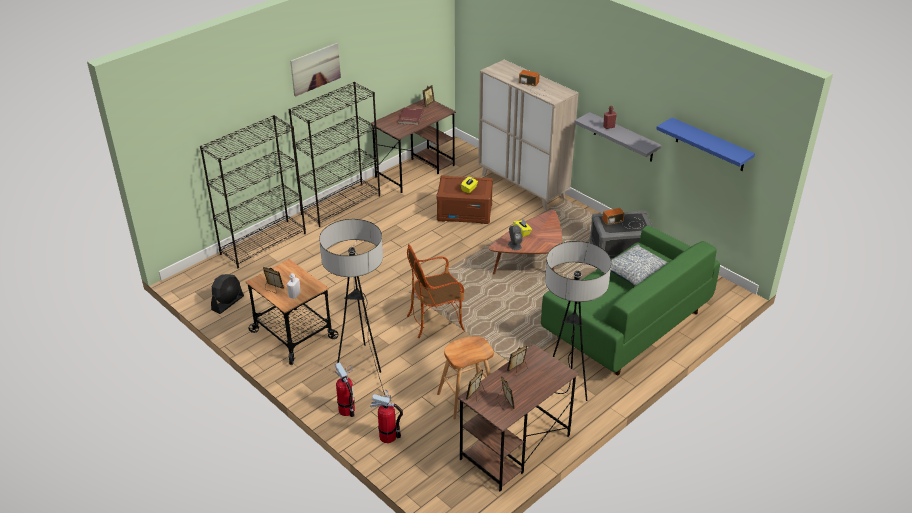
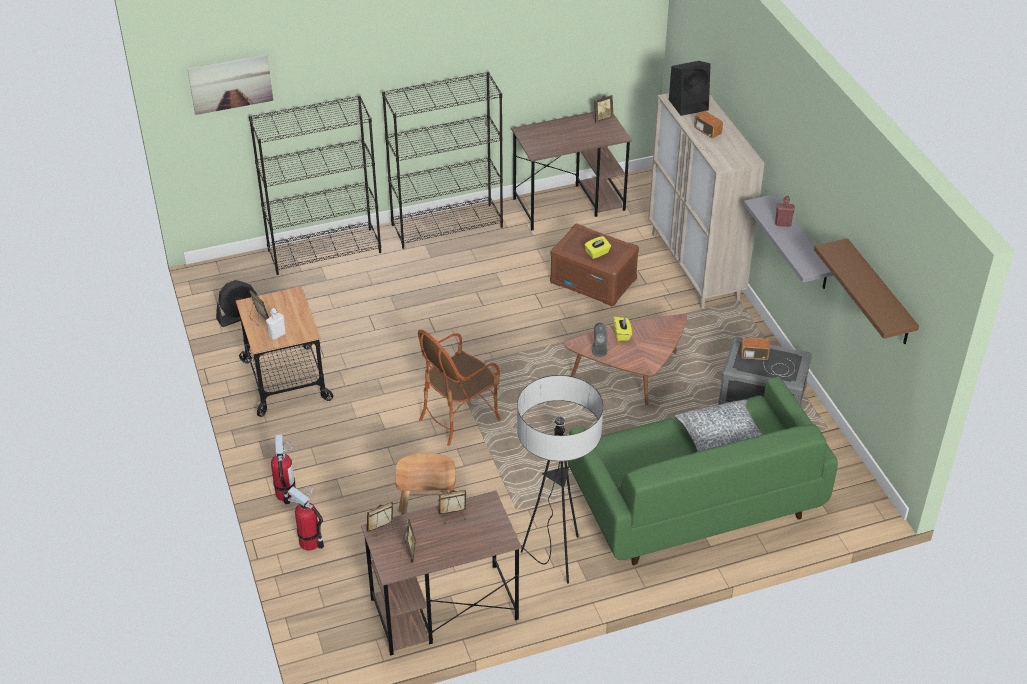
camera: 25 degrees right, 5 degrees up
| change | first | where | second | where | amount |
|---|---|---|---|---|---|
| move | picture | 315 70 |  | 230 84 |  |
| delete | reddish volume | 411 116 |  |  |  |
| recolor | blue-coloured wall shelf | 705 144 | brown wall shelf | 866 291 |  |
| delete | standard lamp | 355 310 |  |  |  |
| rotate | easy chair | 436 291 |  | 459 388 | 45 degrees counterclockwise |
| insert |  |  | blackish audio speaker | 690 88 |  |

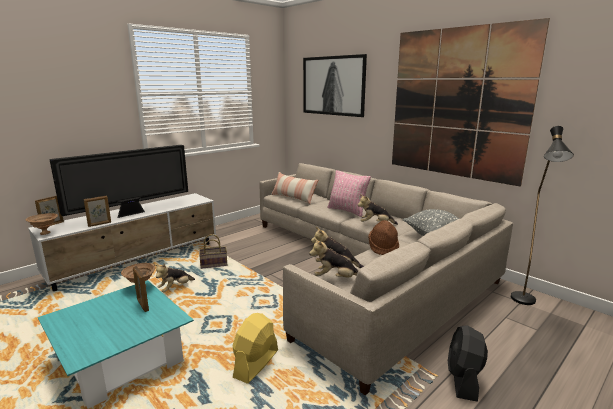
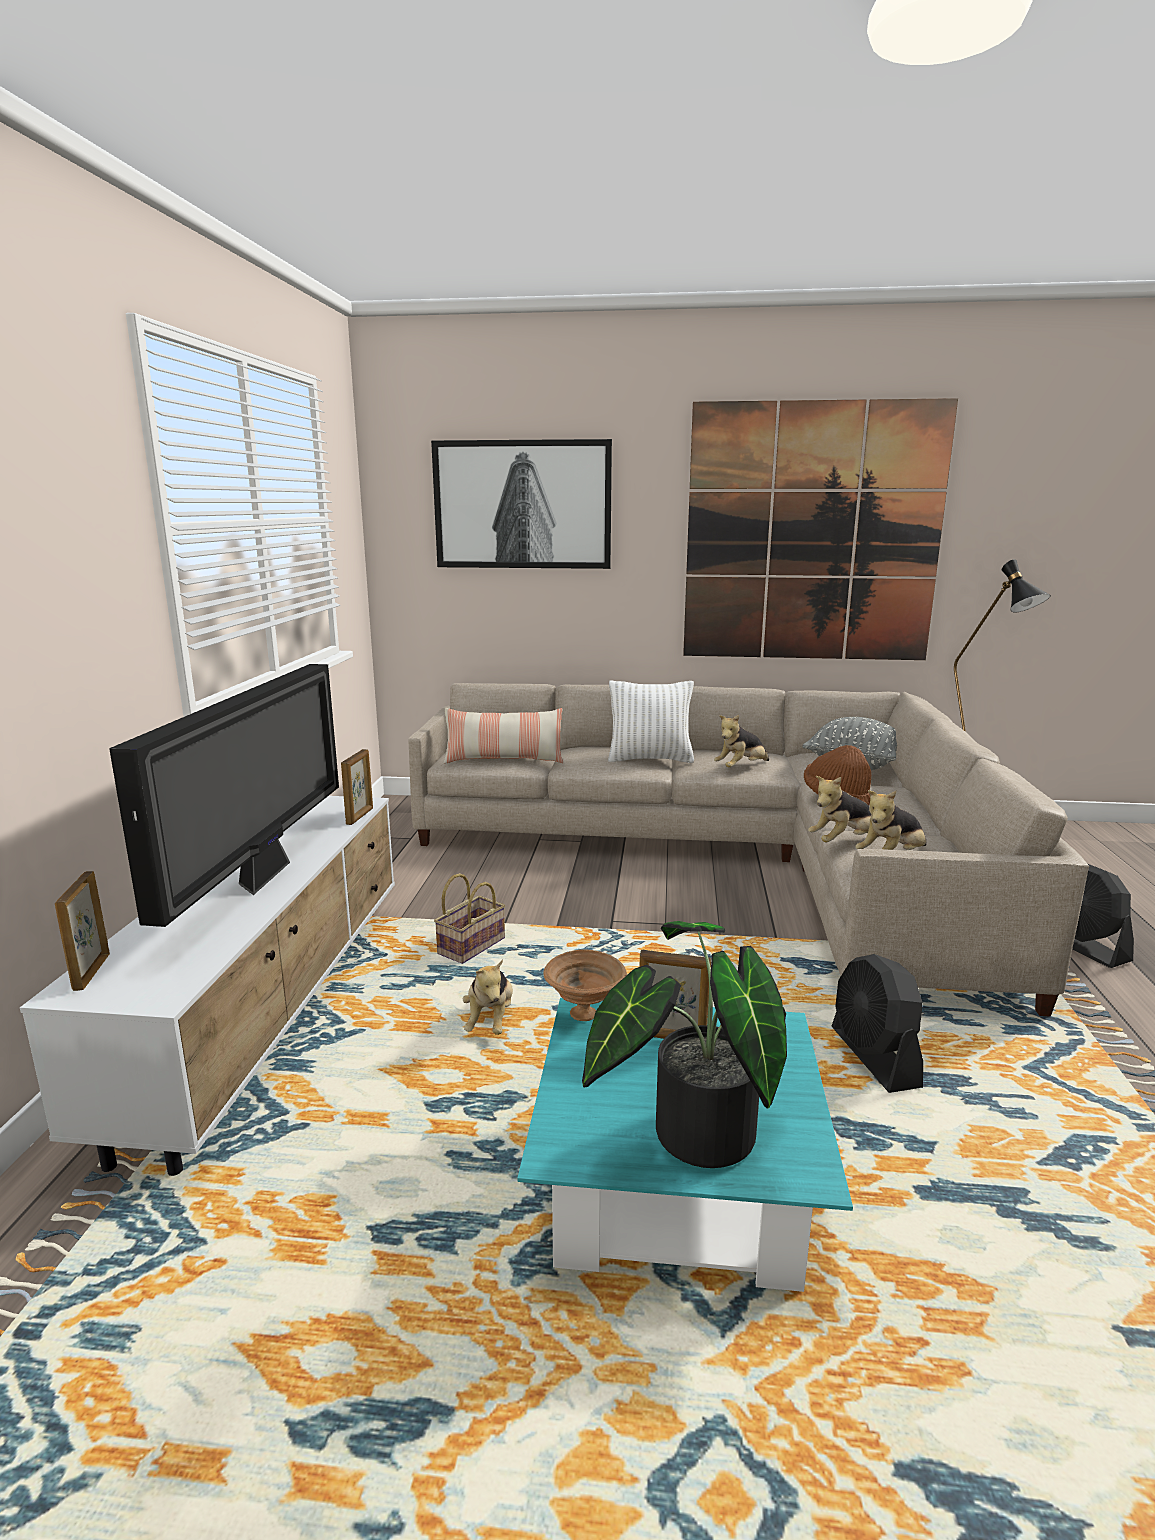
camera: 40 degrees left, 0 degrees up
| change | first | where | second | where | amount |
|---|---|---|---|---|---|
| recolor | pink-coloured cushion | 349 193 | white-coloured cushion | 651 722 |  |
| move | standing frame | 97 211 |  | 357 787 |  |
| delete | brown serving bowl | 42 224 |  |  |  |
| recolor | yellow cooling fan | 255 348 | blackish cooling fan | 877 1023 |  |
| insert |  |  | plant in a pot | 684 1044 |  |

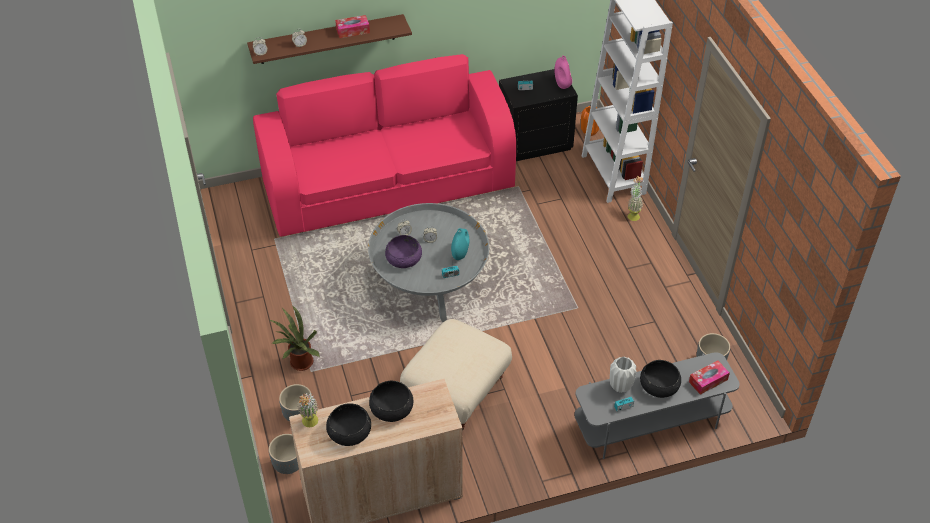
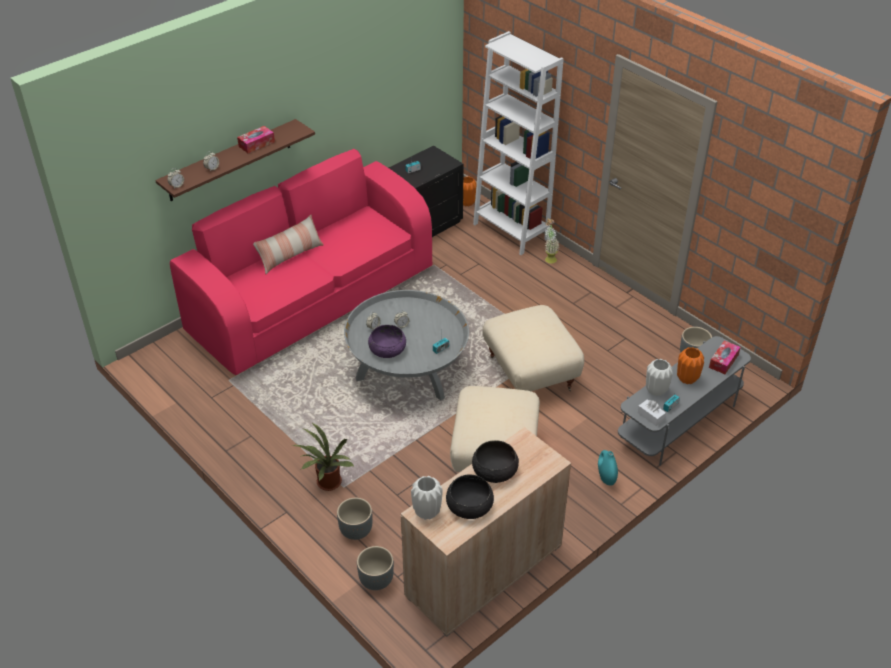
camera: 25 degrees left, 5 degrees down
| change | first | where | second | where | amount |
|---|---|---|---|---|---|
| delete | pink-coloured flower vase | 563 72 |  |  |  |
| move | turquoise-coloured flower vase | 460 244 |  | 608 468 |  |
| replace | blackish serving bowl | 660 379 | orangey flower vase | 690 365 |  |
| replace | plant in a pot | 308 410 | white-coloured flower vase | 427 498 |  |
| insert |  |  | cushion | 288 244 |  |
| insert |  |  | sand-coloured pouffe | 533 348 |  |
| insert |  |  | white-coloured tissue box | 651 412 |  |

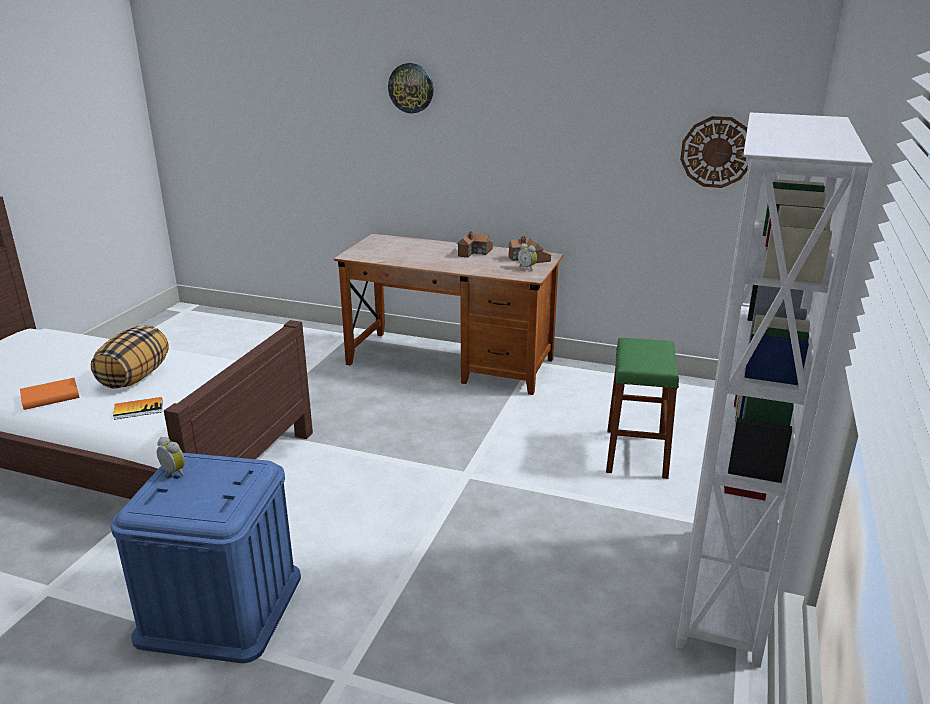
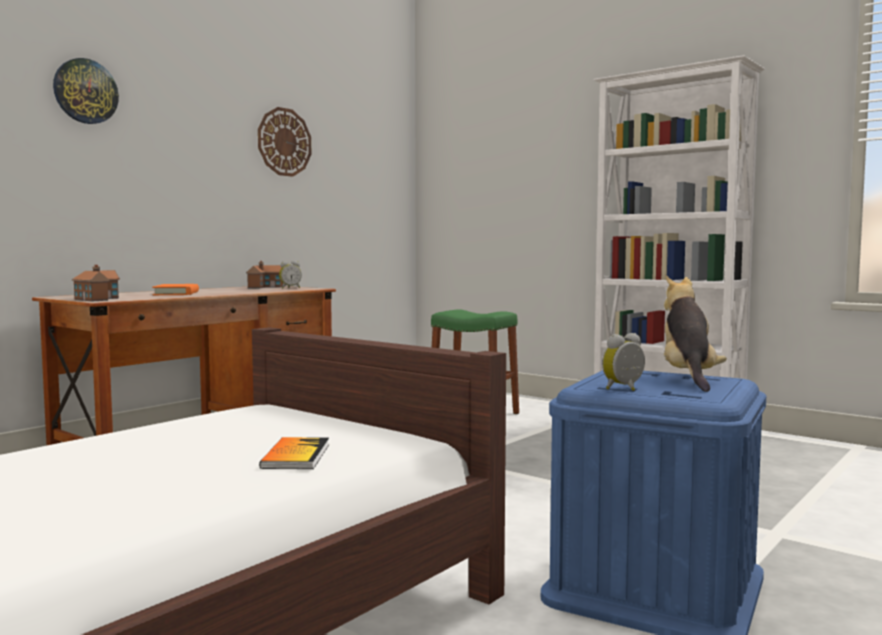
camera: 70 degrees left, 20 degrees down
| change | first | where | second | where | amount |
|---|---|---|---|---|---|
| move | hanging clock | 714 152 |  | 284 142 |  |
| move | miniature house | 475 244 |  | 96 283 |  |
| delete | cushion | 130 357 |  |  |  |
| move | orangey volume | 50 394 |  | 175 289 |  |
| insert |  |  | plush toy | 695 333 |  |

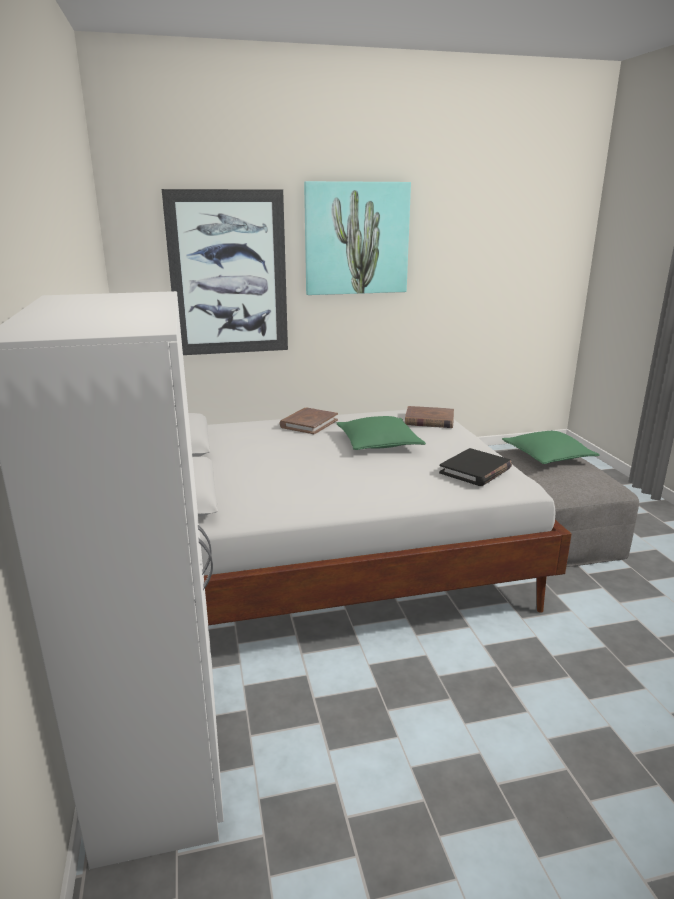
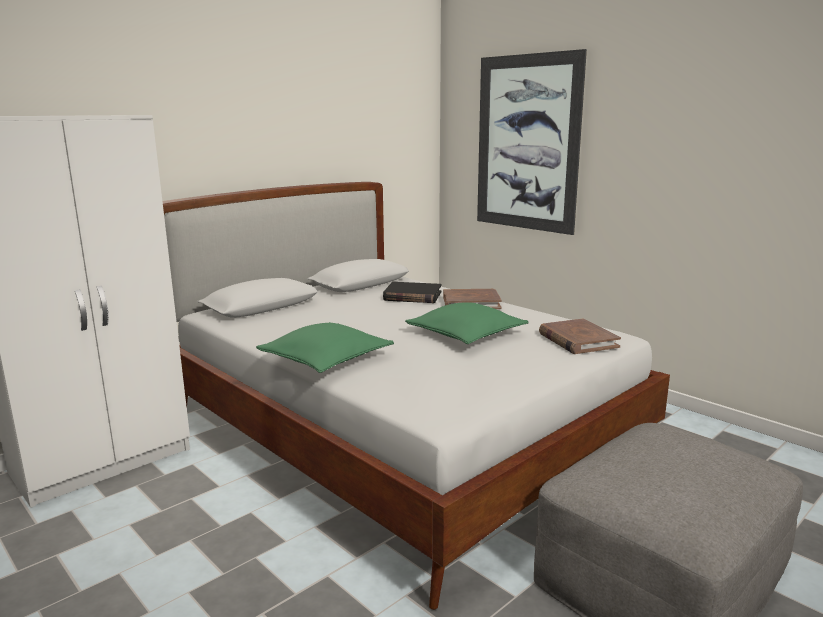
camera: 60 degrees right, 5 degrees down
| change | first | where | second | where | amount |
|---|---|---|---|---|---|
| delete | picture | 357 238 |  |  |  |
| move | green-coloured cushion | 550 447 |  | 325 347 |  |
| move | blackish volume | 475 467 |  | 412 292 |  |

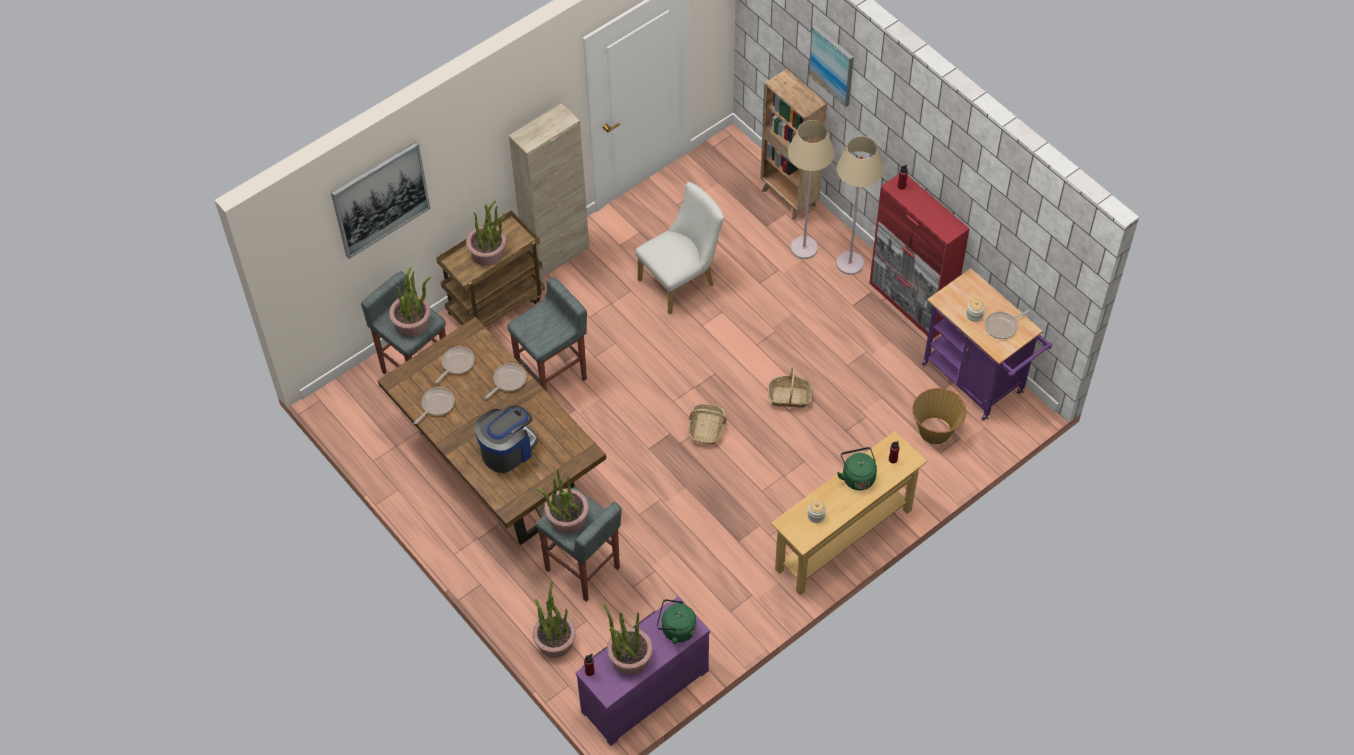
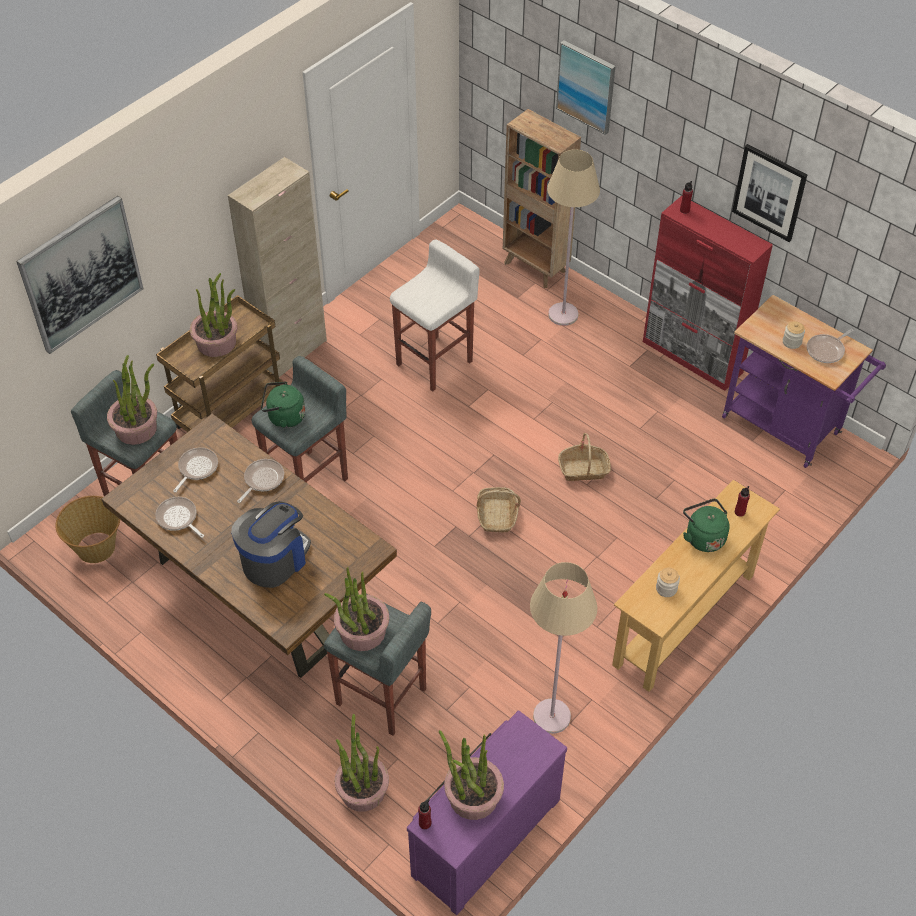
camera: 10 degrees left, 5 degrees down
| change | first | where | second | where | amount |
|---|---|---|---|---|---|
| move | sand-coloured standard lamp | 859 205 |  | 563 648 |  |
| replace | white-coloured plain chair | 679 248 | white-coloured sitting stool | 435 315 |  |
| rotate | pan | 434 405 |  | 179 517 | 75 degrees counterclockwise |
| move | household basket | 939 416 |  | 87 529 |  |
| move | green-coloured kettle | 676 621 |  | 283 405 |  |
| insert |  |  | picture | 769 193 |  |

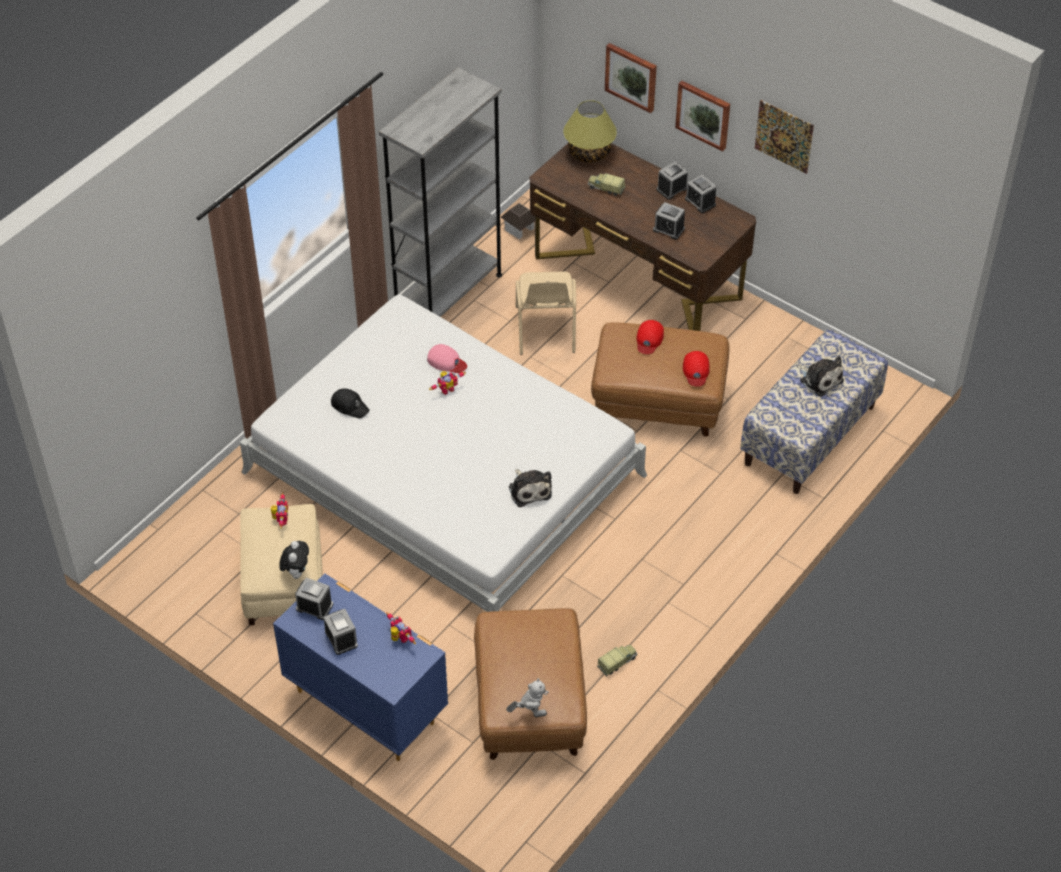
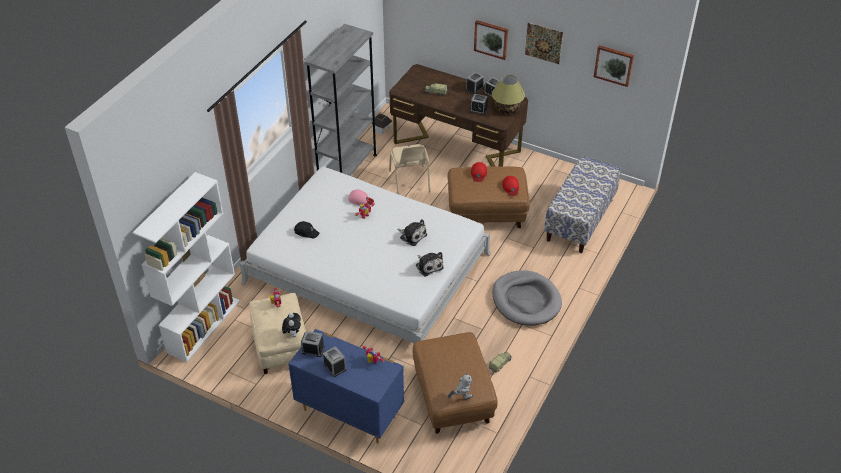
camera: 10 degrees left, 5 degrees down
| change | first | where | second | where | amount |
|---|---|---|---|---|---|
| move | picture | 631 78 |  | 614 66 |  |
| move | table lamp | 590 131 |  | 508 94 |  |
| move | plush toy | 820 376 |  | 412 232 |  |
| insert |  |  | white-coloured shelving unit | 186 267 |  |
| insert |  |  | gray dog cushion | 527 298 |  |

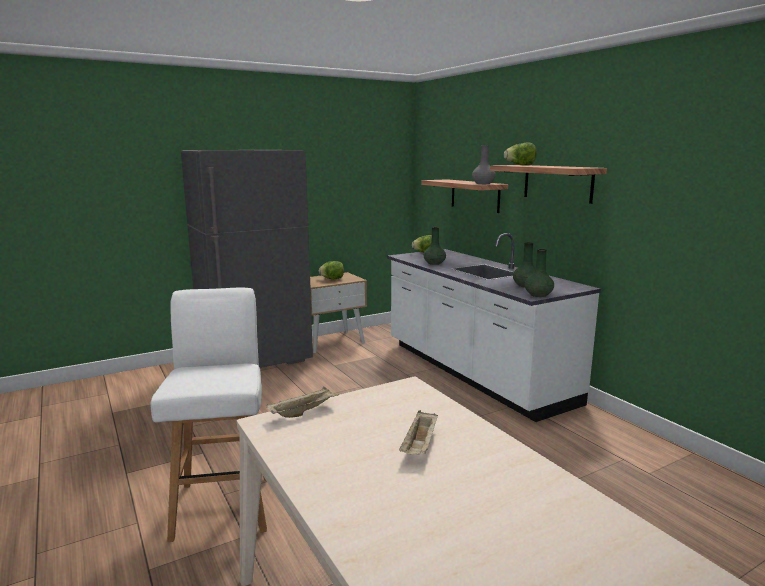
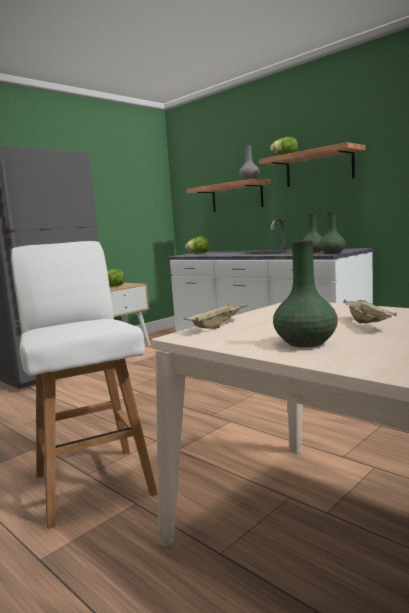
camera: 15 degrees left, 5 degrees down
| change | first | where | second | where | amount |
|---|---|---|---|---|---|
| move | green-coloured flower vase | 435 246 |  | 305 294 |  |

